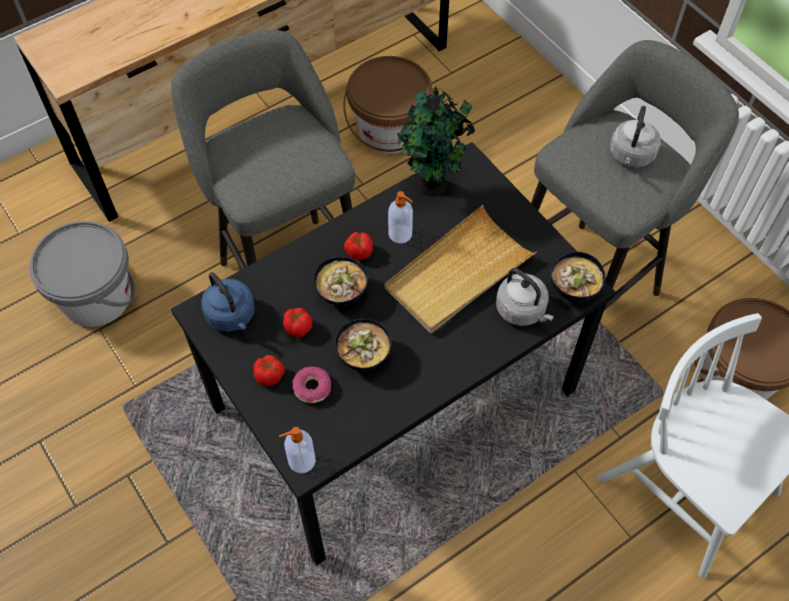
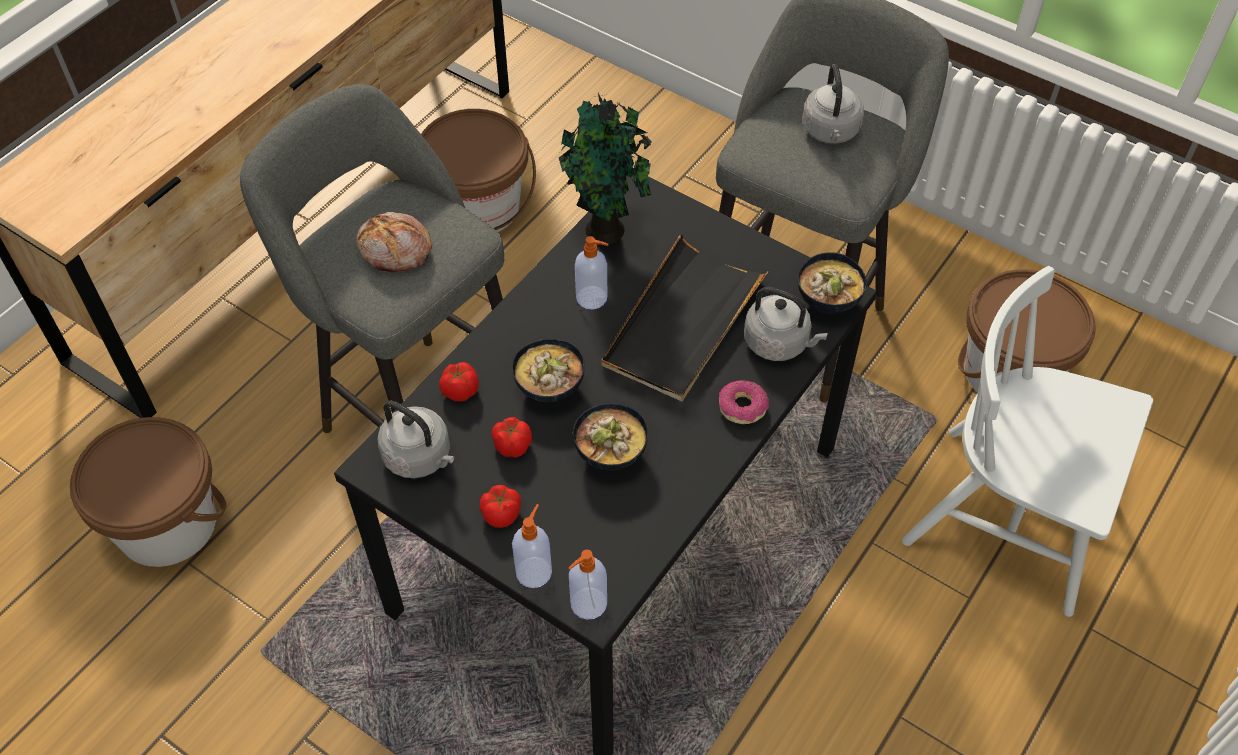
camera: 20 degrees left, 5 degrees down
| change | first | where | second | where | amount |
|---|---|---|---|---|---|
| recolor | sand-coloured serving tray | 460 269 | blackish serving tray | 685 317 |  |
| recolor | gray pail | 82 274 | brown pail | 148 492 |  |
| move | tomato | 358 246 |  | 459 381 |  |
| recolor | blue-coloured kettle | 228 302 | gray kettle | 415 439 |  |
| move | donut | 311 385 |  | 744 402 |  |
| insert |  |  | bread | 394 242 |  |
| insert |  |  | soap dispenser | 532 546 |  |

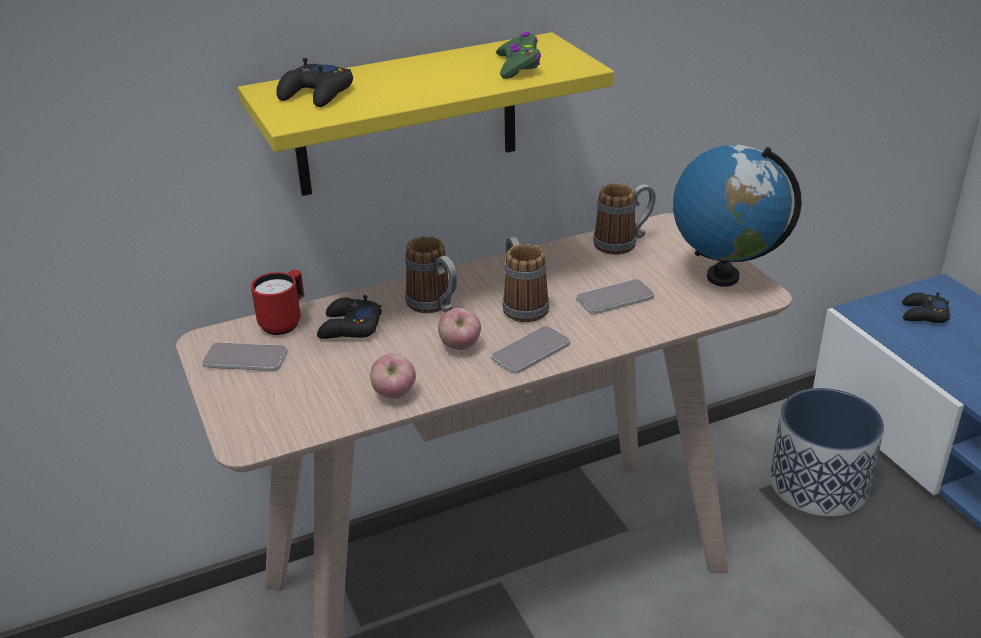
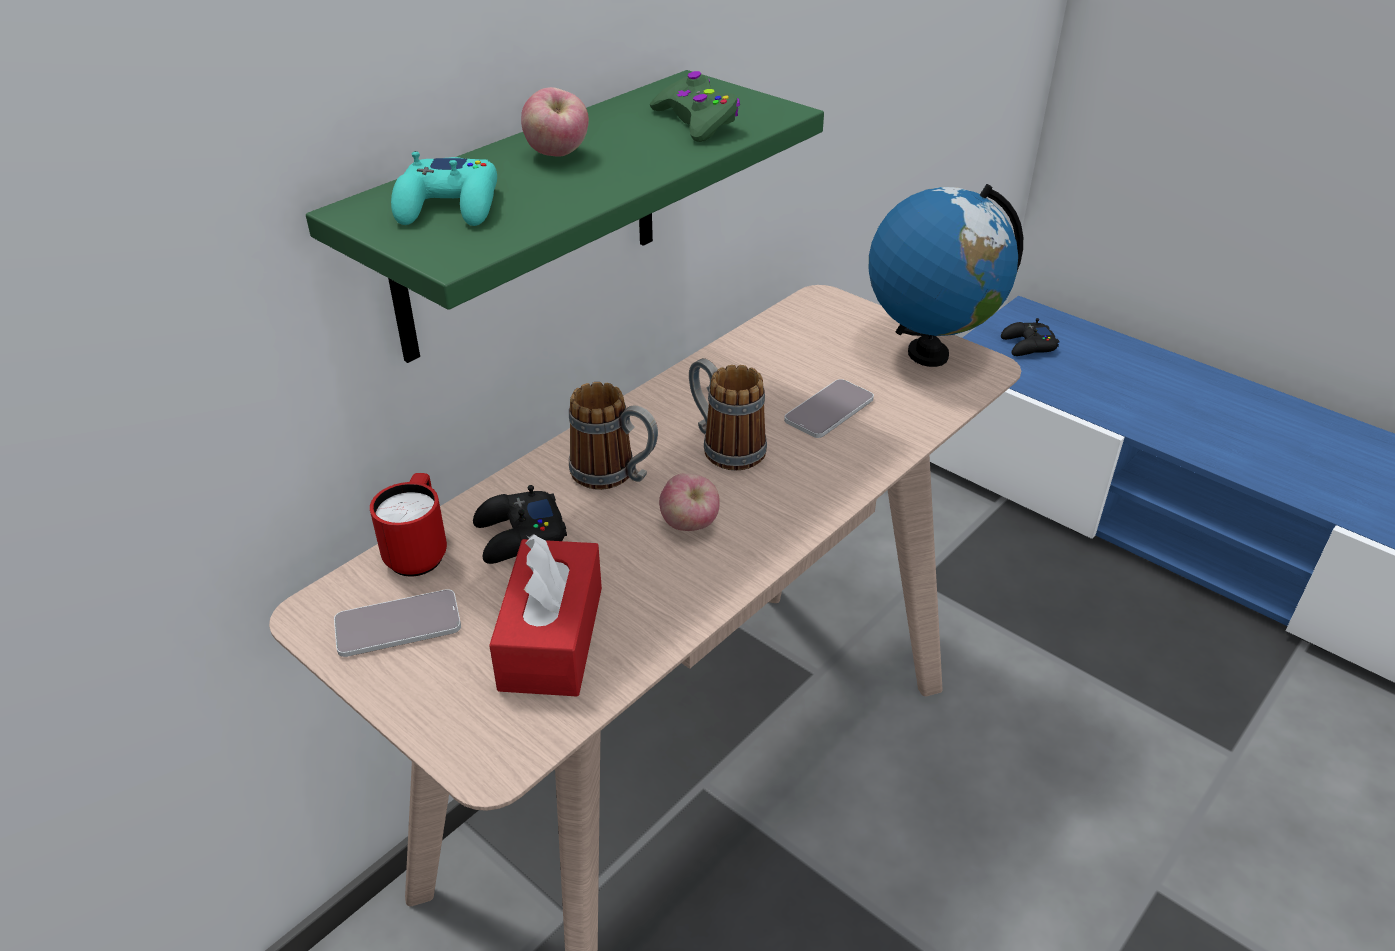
camera: 25 degrees left, 5 degrees up
| change | first | where | second | where | amount |
|---|---|---|---|---|---|
| recolor | yellow wall shelf | 426 114 | green-coloured wall shelf | 565 216 |  |
| recolor | blackish gamepad | 314 82 | turquoise-coloured gamepad | 444 188 |  |
| delete | mug | 624 219 |  |  |  |
| delete | telephone | 530 350 |  |  |  |
| move | whole apple | 393 376 |  | 555 122 |  |
| delete | planter | 827 452 |  |  |  |
| insert |  |  | reddish tissue box | 545 615 |  |

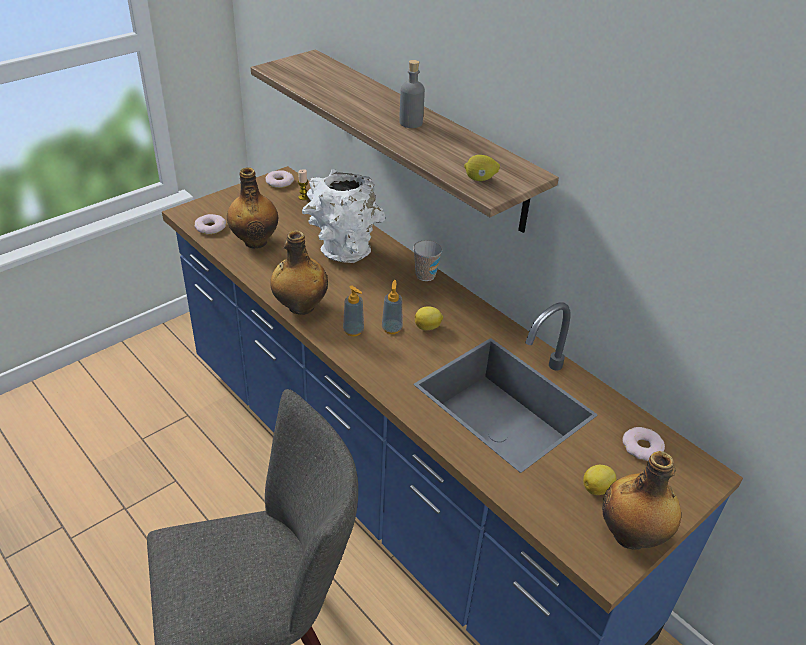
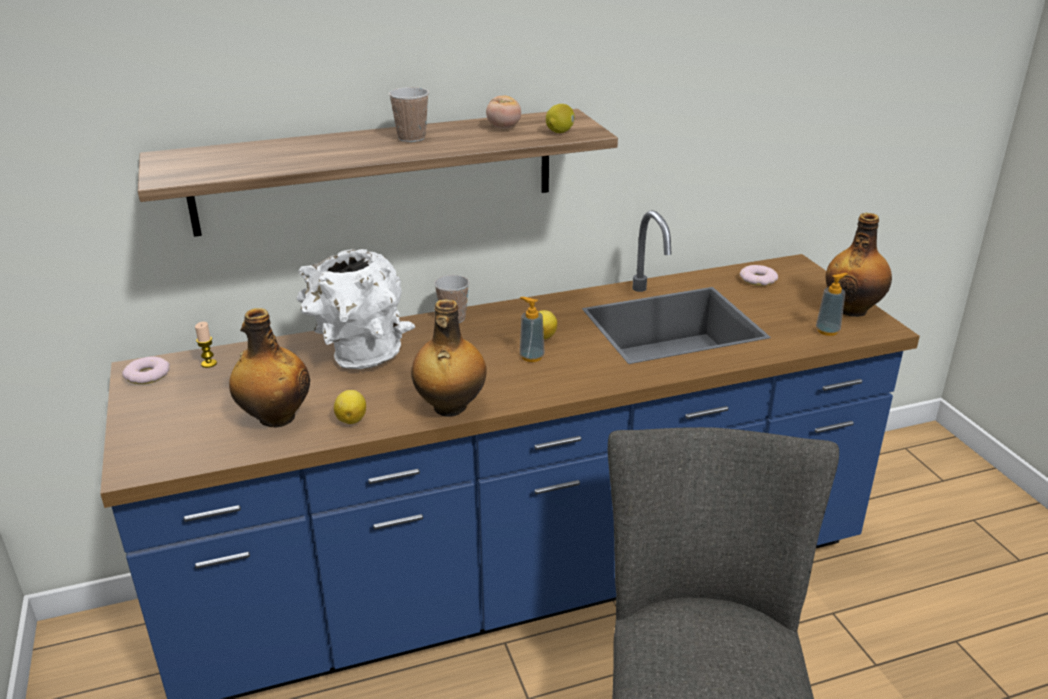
camera: 65 degrees left, 10 degrees down
| change | first | where | second | where | amount |
|---|---|---|---|---|---|
| replace | gray drink bottle | 412 94 | small cup | 409 114 |  |
| delete | donut | 210 224 |  |  |  |
| move | soap dispenser | 353 310 |  | 832 304 |  |
| move | whole lemon | 599 480 |  | 350 407 |  |
| insert |  |  | tomato | 503 112 |  |

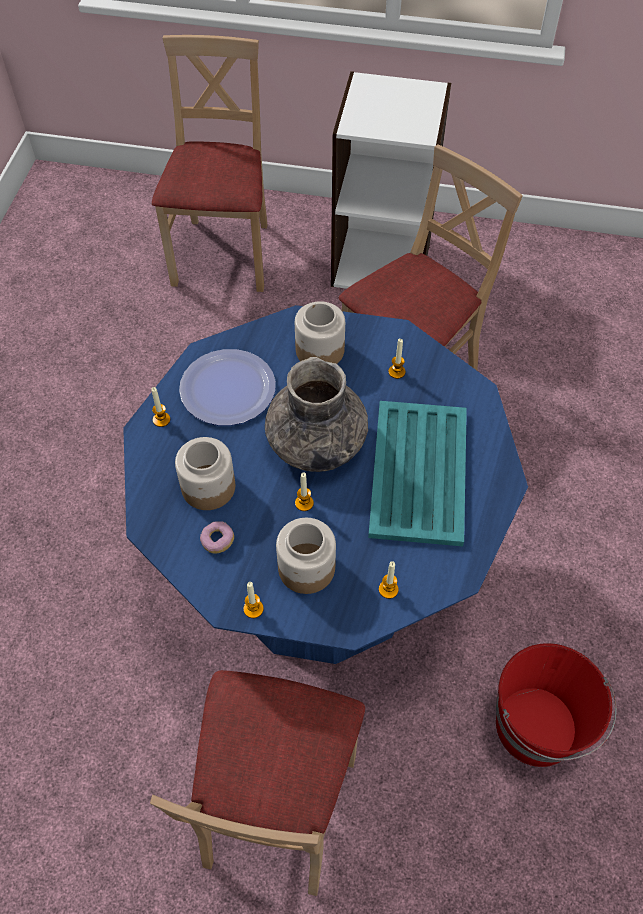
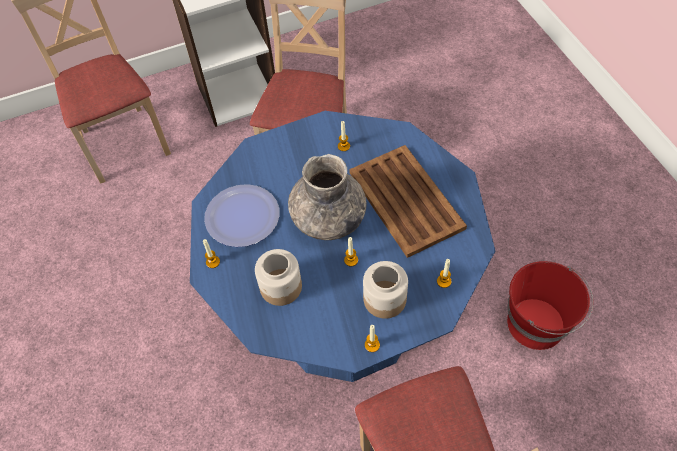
camera: 30 degrees left, 0 degrees up
| change | first | where | second | where | amount |
|---|---|---|---|---|---|
| delete | preserve jar | 320 332 |  |  |  |
| recolor | turquoise-coloured serving tray | 417 473 | brown serving tray | 408 201 |  |
| delete | donut | 217 537 |  |  |  |

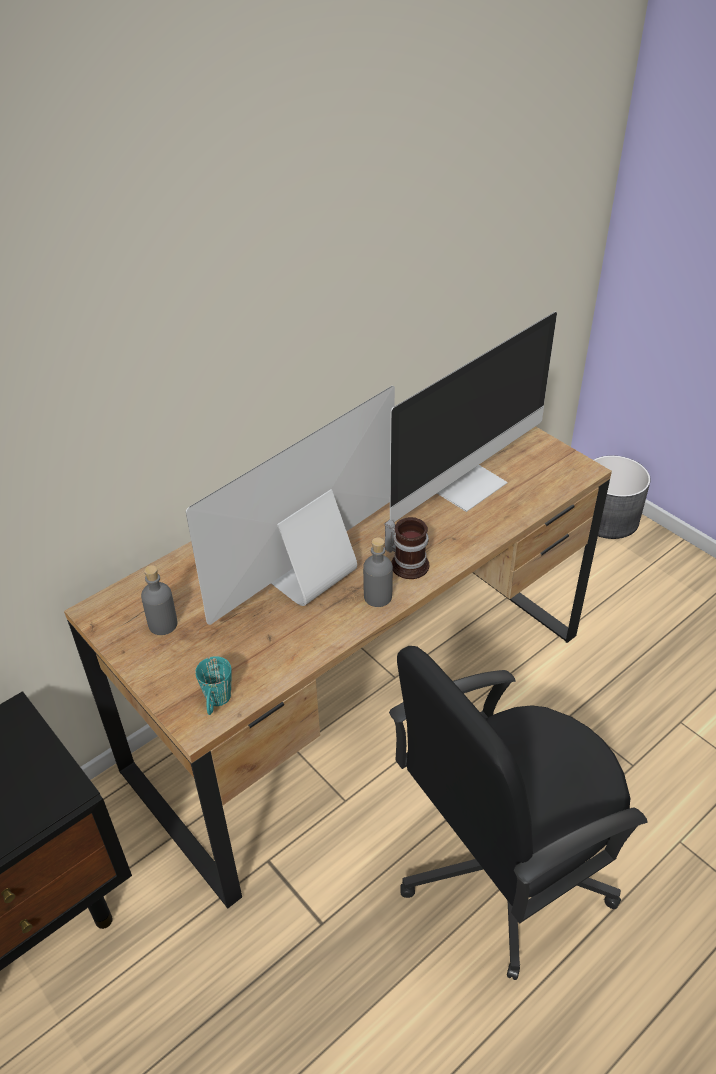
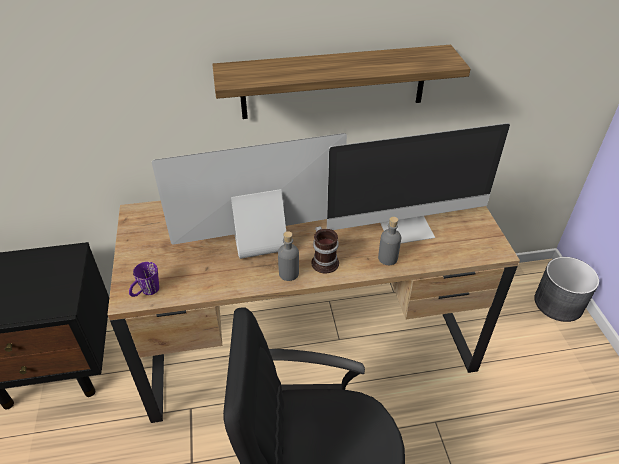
camera: 30 degrees right, 0 degrees up
| change | first | where | second | where | amount |
|---|---|---|---|---|---|
| move | gray drink bottle | 159 600 |  | 389 241 |  |
| recolor | turquoise-coloured mug | 213 685 | purplish mug | 144 279 |  |
| insert |  |  | wall shelf | 341 82 |  |

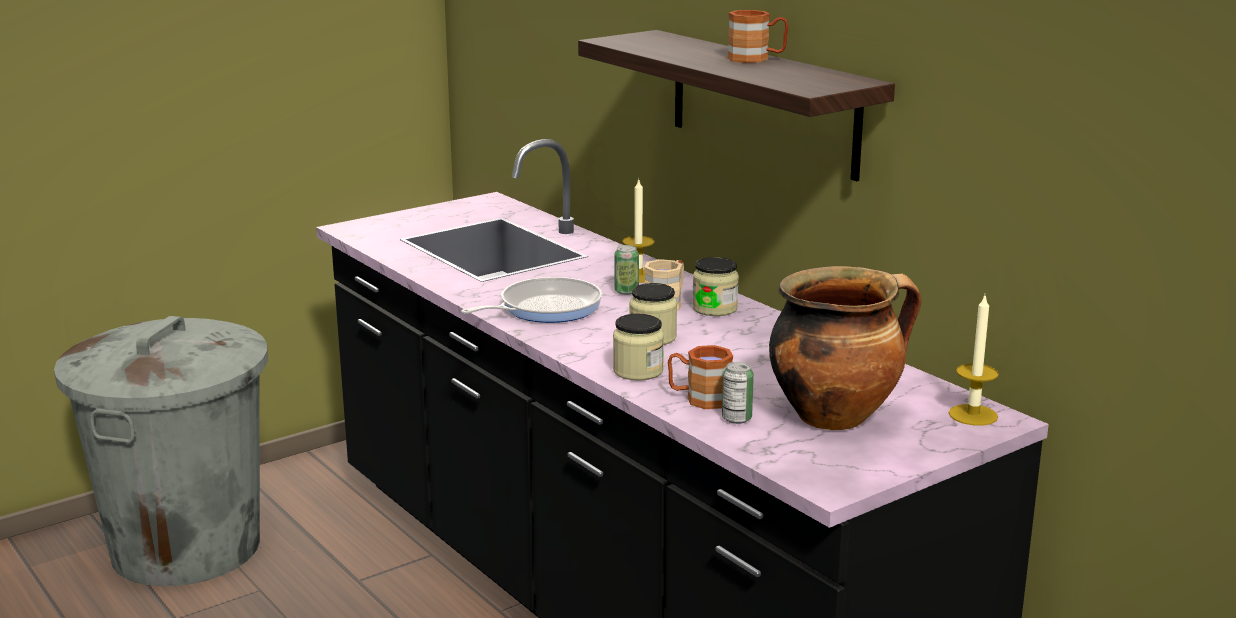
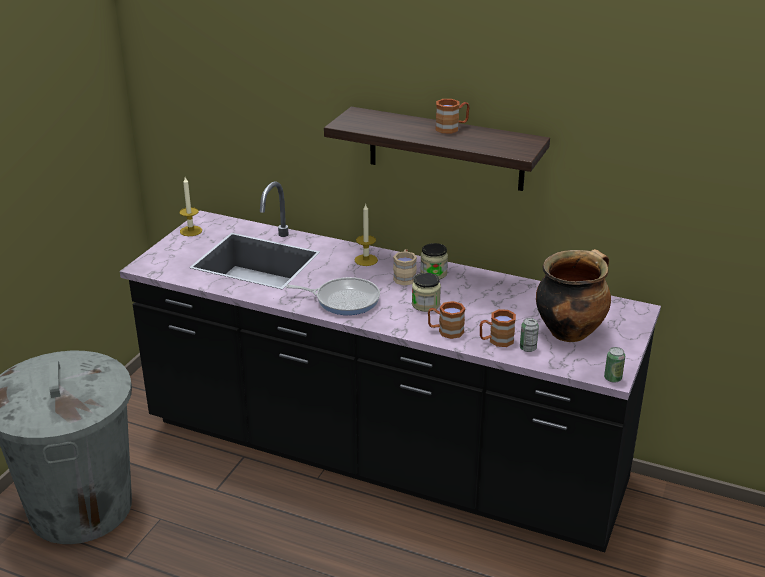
camera: 30 degrees left, 10 degrees up
| change | first | where | second | where | amount |
|---|---|---|---|---|---|
| move | sealed can | 626 270 |  | 614 365 |  |
| rotate | pan | 531 300 |  | 333 296 | 75 degrees clockwise |
| move | candle | 974 361 |  | 190 206 |  |
| replace | preserve jar | 638 347 | brown mug | 446 320 |  |

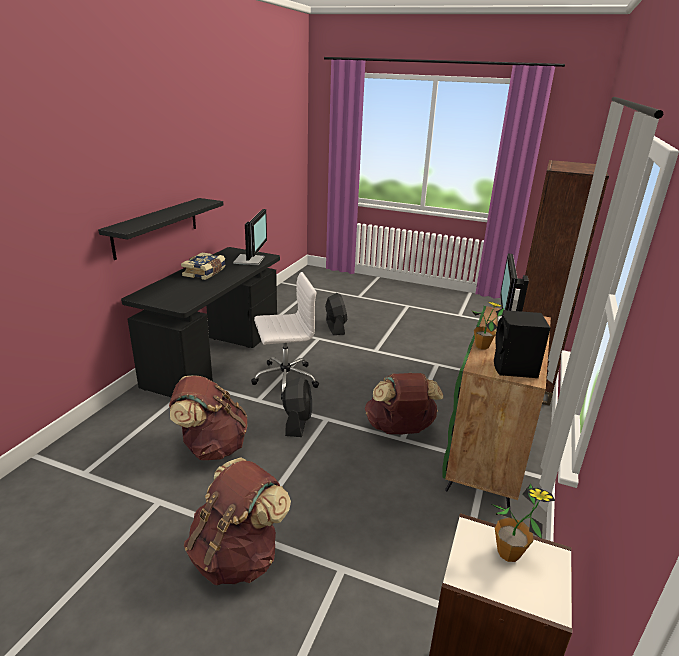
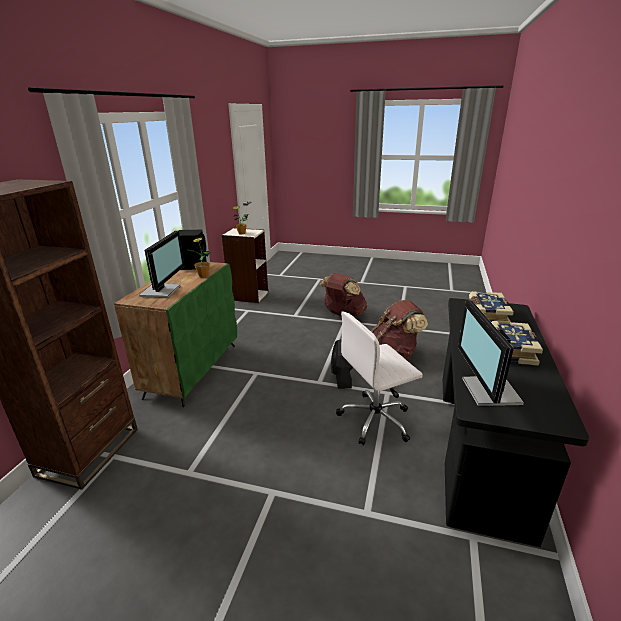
camera: 175 degrees right, 0 degrees up
| change | first | where | second | where | amount |
|---|---|---|---|---|---|
| delete | blackish wall shelf | 160 229 |  |  |  |
| delete | blackish cooling fan | 336 314 |  |  |  |
| delete | brown rucksack | 404 403 |  |  |  |
| insert |  |  | volume | 491 307 |  |

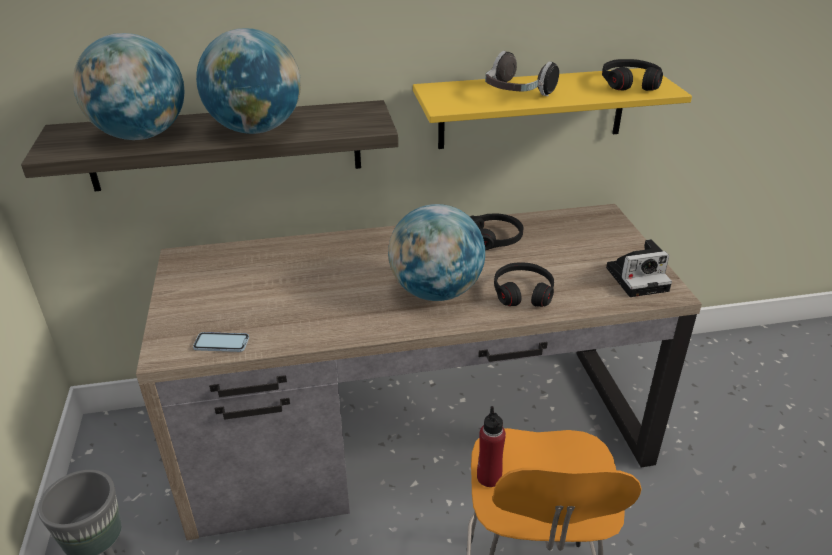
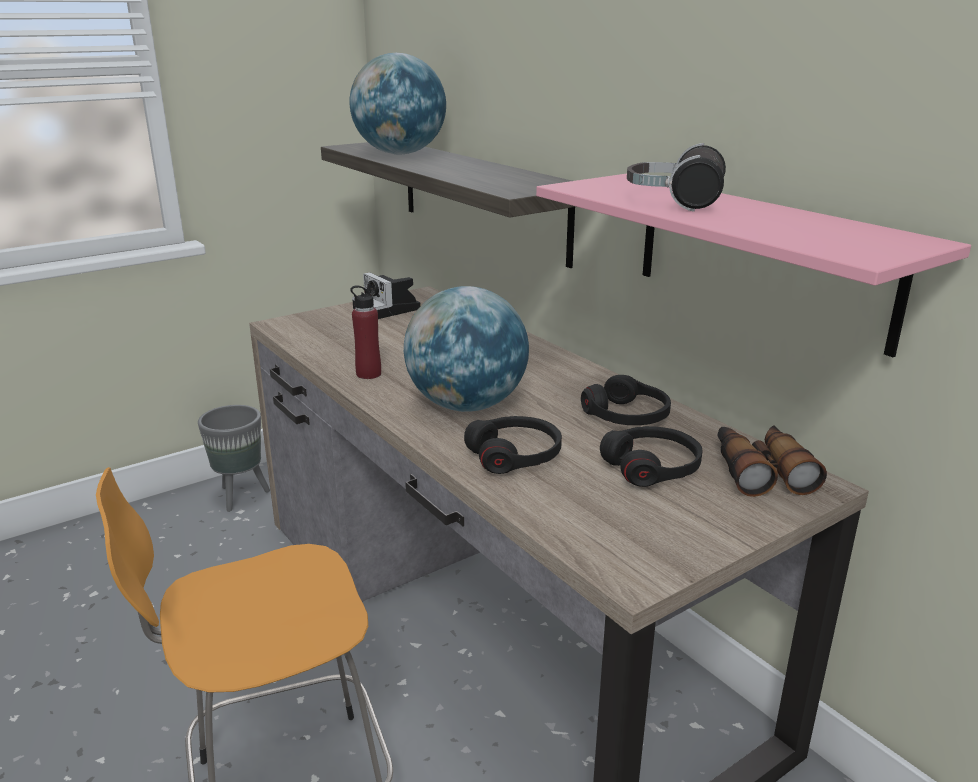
camera: 65 degrees right, 10 degrees down
| change | first | where | second | where | amount |
|---|---|---|---|---|---|
| delete | desk globe | 248 81 |  |  |  |
| move | blackish headphones | 632 75 |  | 651 456 |  |
| recolor | yellow wall shelf | 552 108 | pink-coloured wall shelf | 753 265 |  |
| move | still camera | 639 268 |  | 386 295 |  |
| delete | telephone | 221 342 |  |  |  |
| move | reddish drink bottle | 491 446 |  | 365 331 |  |
| insert |  |  | field glasses | 772 461 |  |

